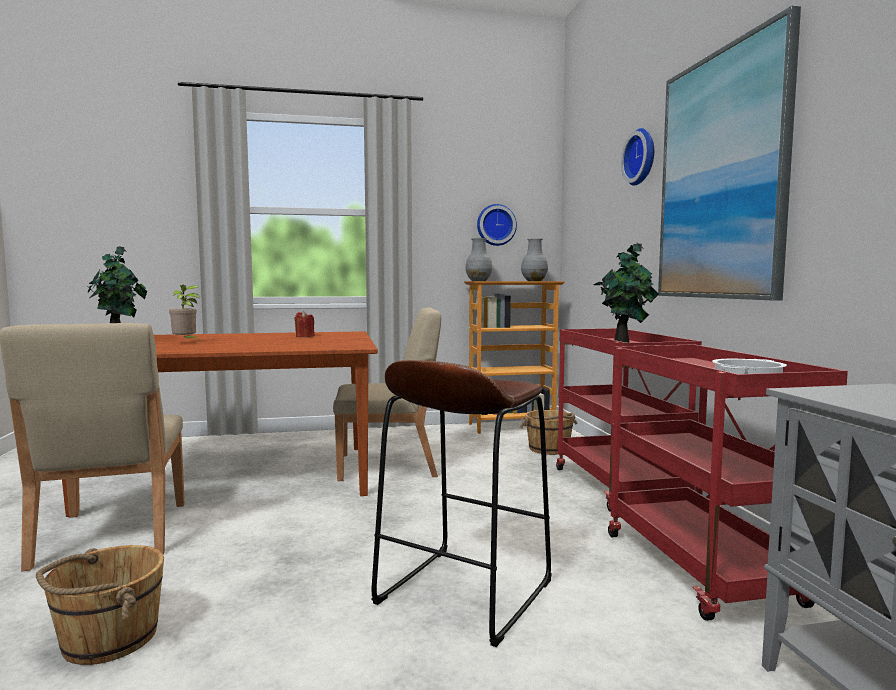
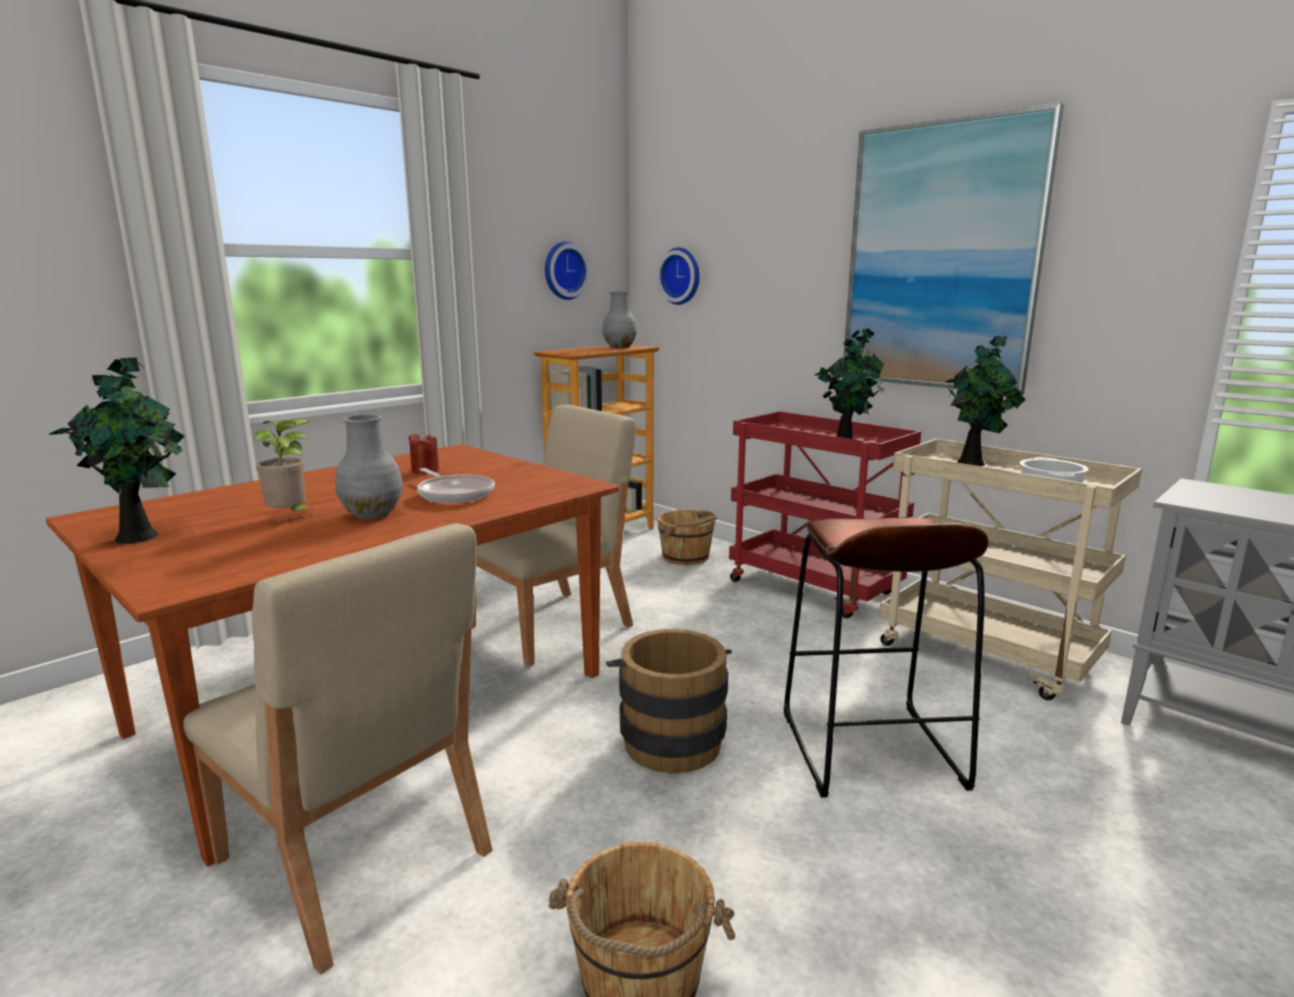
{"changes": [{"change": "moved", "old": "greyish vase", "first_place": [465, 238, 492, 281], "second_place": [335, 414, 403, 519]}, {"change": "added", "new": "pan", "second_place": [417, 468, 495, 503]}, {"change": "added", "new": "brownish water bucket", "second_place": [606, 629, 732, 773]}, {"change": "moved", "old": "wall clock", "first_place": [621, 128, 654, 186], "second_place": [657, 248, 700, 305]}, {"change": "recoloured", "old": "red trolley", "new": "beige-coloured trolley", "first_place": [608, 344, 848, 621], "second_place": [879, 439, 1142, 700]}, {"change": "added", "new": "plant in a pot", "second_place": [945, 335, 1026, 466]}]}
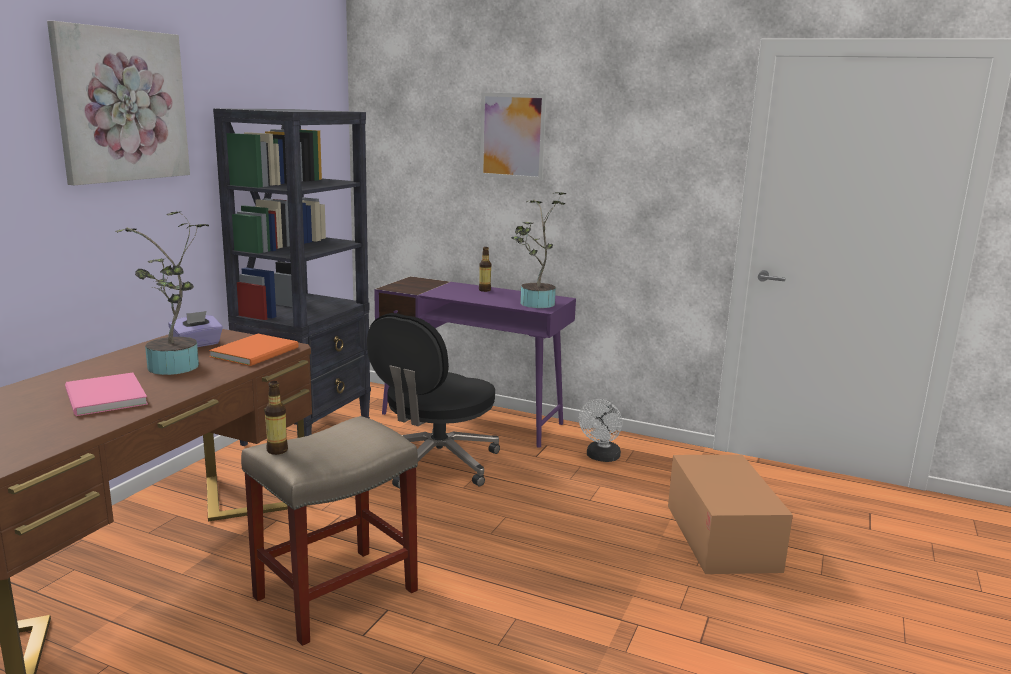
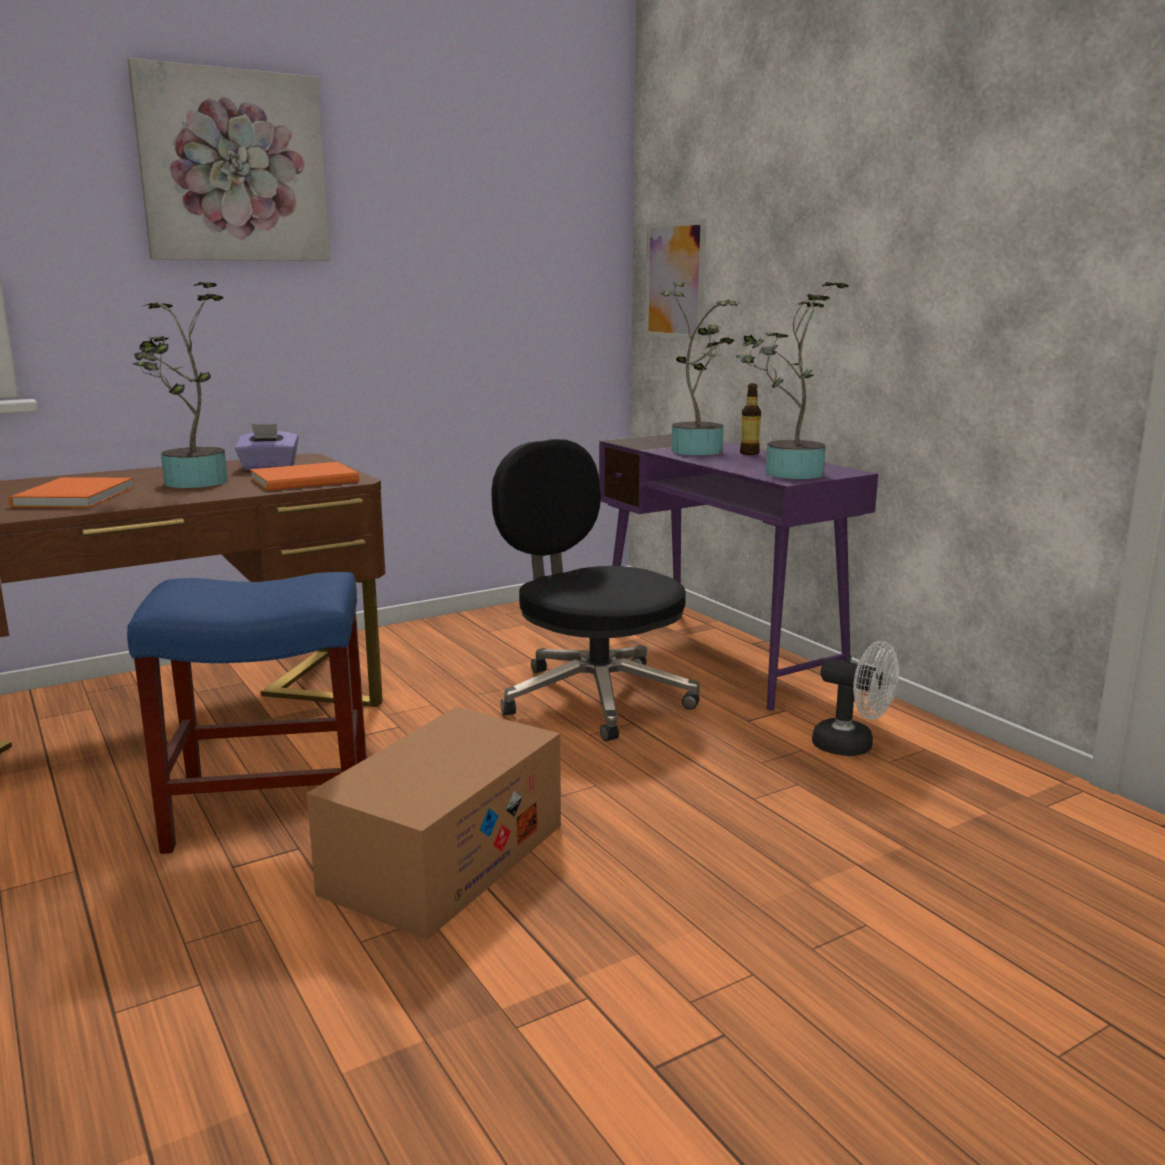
{"changes": [{"change": "recoloured", "old": "pink bound book", "new": "orange bound book", "first_place": [65, 372, 148, 416], "second_place": [8, 477, 134, 508]}, {"change": "recoloured", "old": "beige-coloured sitting stool", "new": "blue sitting stool", "first_place": [241, 416, 418, 646], "second_place": [127, 572, 367, 854]}, {"change": "moved", "old": "packing box", "first_place": [668, 455, 793, 574], "second_place": [307, 707, 561, 940]}, {"change": "turned", "old": "black computer chair", "first_place": [367, 313, 500, 488], "second_place": [491, 439, 700, 741], "degrees": 75}, {"change": "moved", "old": "wall art", "first_place": [480, 93, 547, 181], "second_place": [645, 219, 706, 341]}, {"change": "added", "new": "plant in a pot", "second_place": [660, 281, 740, 455]}, {"change": "turned", "old": "white-coloured fan", "first_place": [579, 399, 622, 462], "second_place": [812, 641, 899, 756], "degrees": -120}, {"change": "removed", "old": "black shelving unit", "first_place": [213, 108, 371, 446]}, {"change": "removed", "old": "beverage bottle", "first_place": [265, 381, 288, 455]}]}
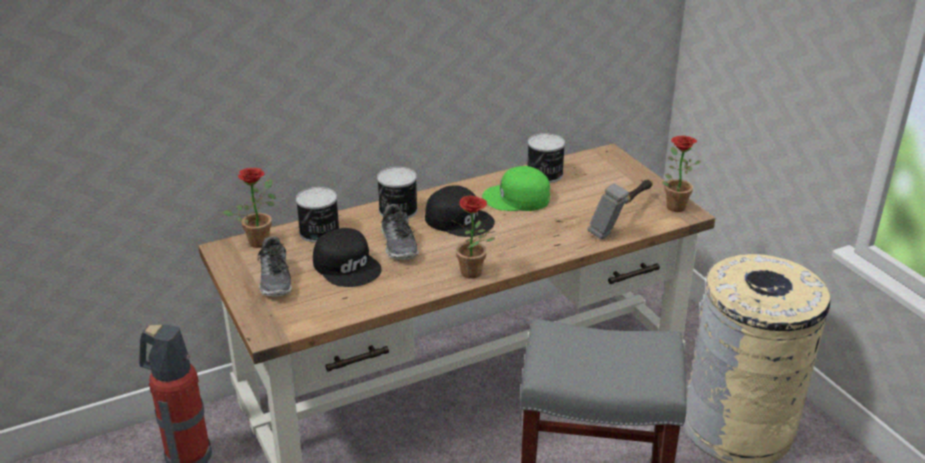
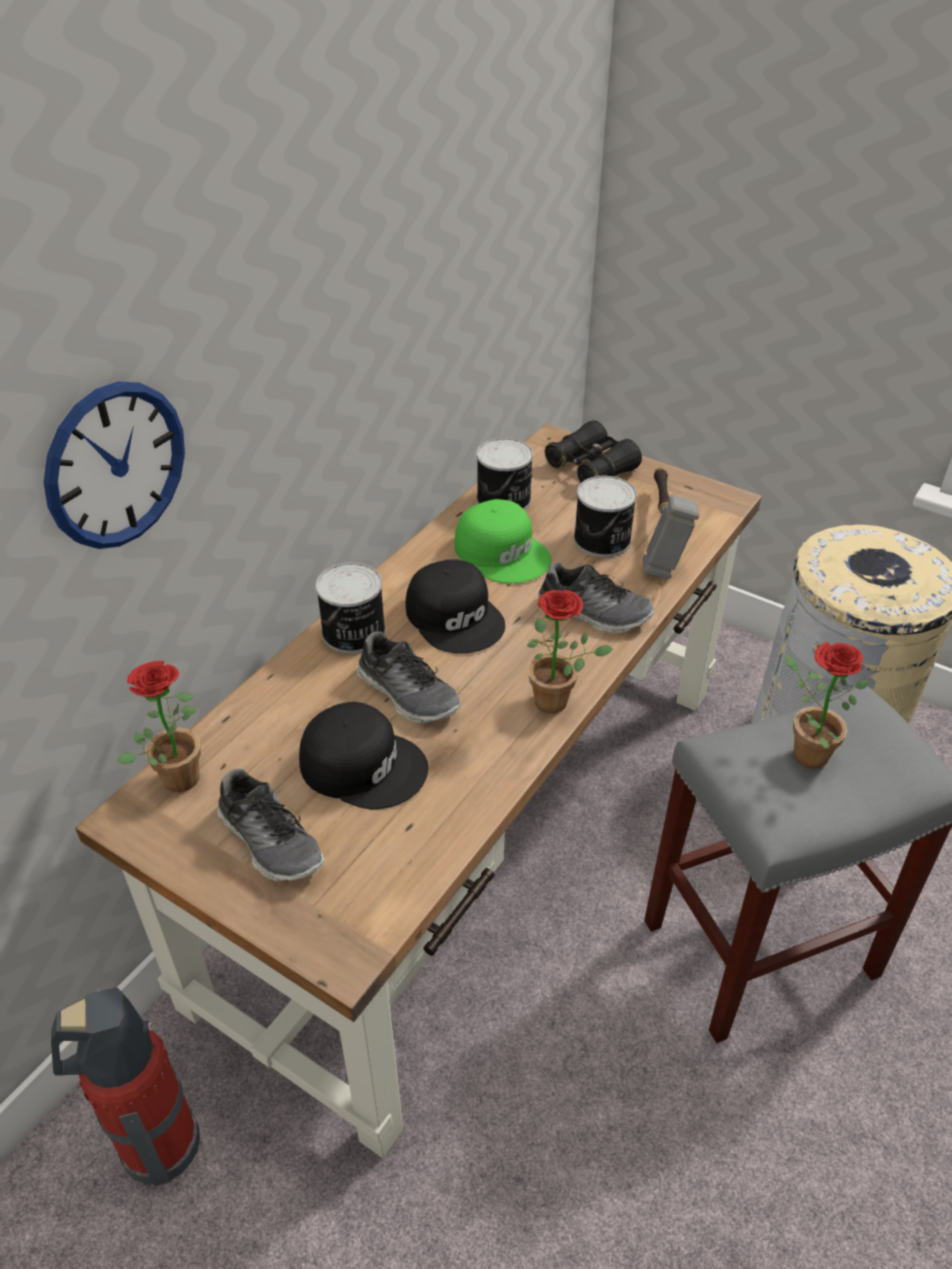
{"changes": [{"change": "added", "new": "wall clock", "second_place": [44, 382, 185, 549]}, {"change": "turned", "old": "black baseball cap", "first_place": [425, 185, 495, 237], "second_place": [405, 559, 505, 654], "degrees": 60}, {"change": "turned", "old": "green baseball cap", "first_place": [482, 166, 550, 211], "second_place": [454, 499, 551, 584], "degrees": -105}, {"change": "added", "new": "item of footwear", "second_place": [537, 562, 654, 633]}, {"change": "added", "new": "black pair of binoculars", "second_place": [545, 420, 642, 483]}, {"change": "moved", "old": "can", "first_place": [296, 187, 340, 243], "second_place": [574, 476, 637, 557]}, {"change": "moved", "old": "plant in a pot", "first_place": [662, 136, 701, 212], "second_place": [785, 642, 869, 769]}]}
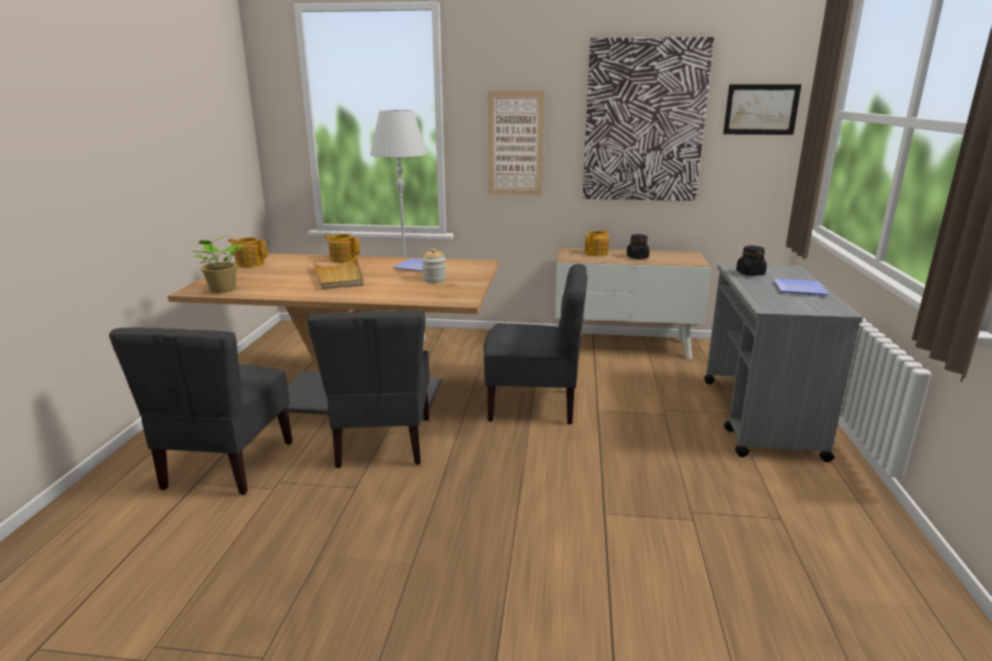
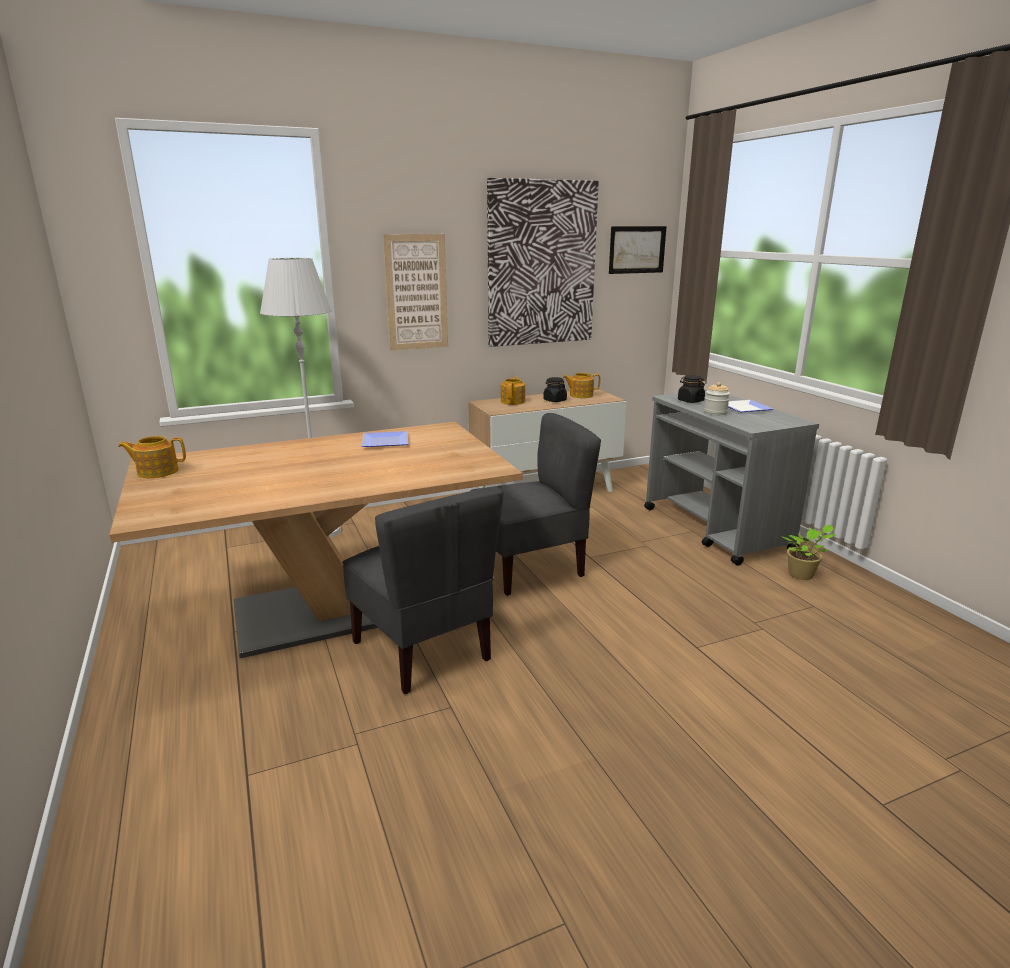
{"changes": [{"change": "moved", "old": "teapot", "first_place": [324, 234, 360, 263], "second_place": [563, 373, 600, 398]}, {"change": "moved", "old": "jar", "first_place": [422, 248, 446, 283], "second_place": [704, 382, 730, 415]}, {"change": "moved", "old": "plant in a pot", "first_place": [193, 236, 243, 293], "second_place": [782, 525, 836, 580]}, {"change": "removed", "old": "greyish chair", "first_place": [109, 328, 293, 495]}, {"change": "removed", "old": "beige-coloured carrying tray", "first_place": [313, 258, 364, 289]}]}
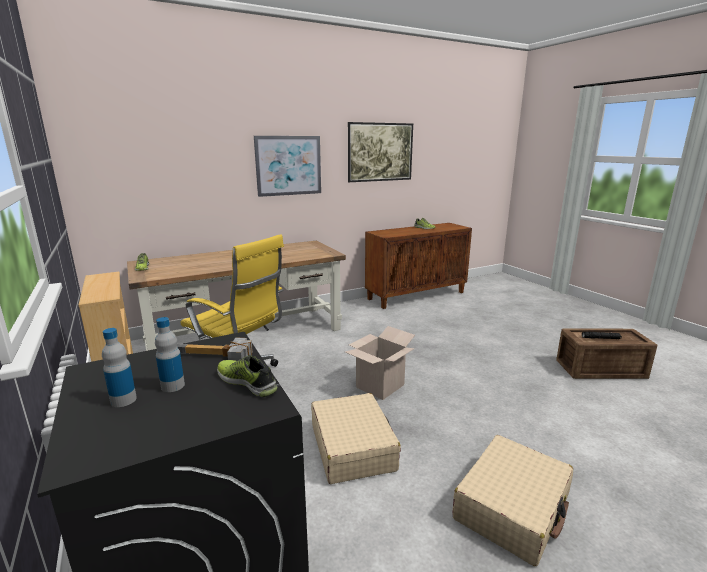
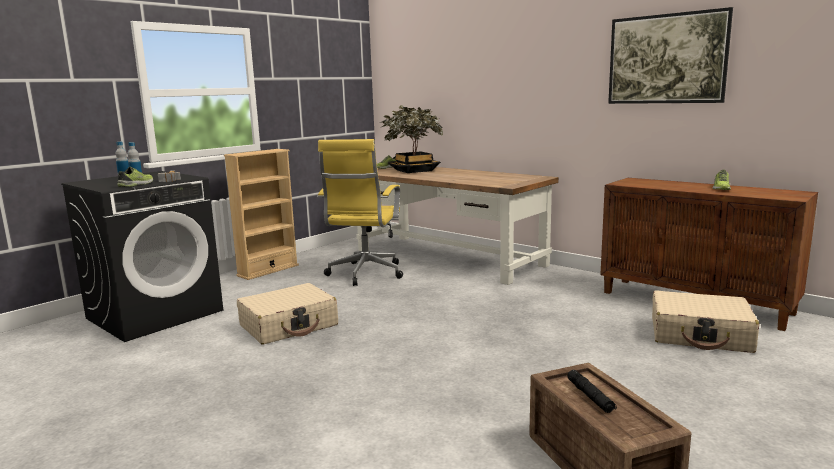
{"changes": [{"change": "added", "new": "plant in a pot", "second_place": [382, 105, 444, 173]}, {"change": "moved", "old": "beige-coloured suitcase", "first_place": [452, 435, 573, 566], "second_place": [652, 290, 759, 353]}, {"change": "removed", "old": "wall art", "first_place": [254, 136, 321, 197]}, {"change": "removed", "old": "packing box", "first_place": [345, 326, 415, 400]}]}
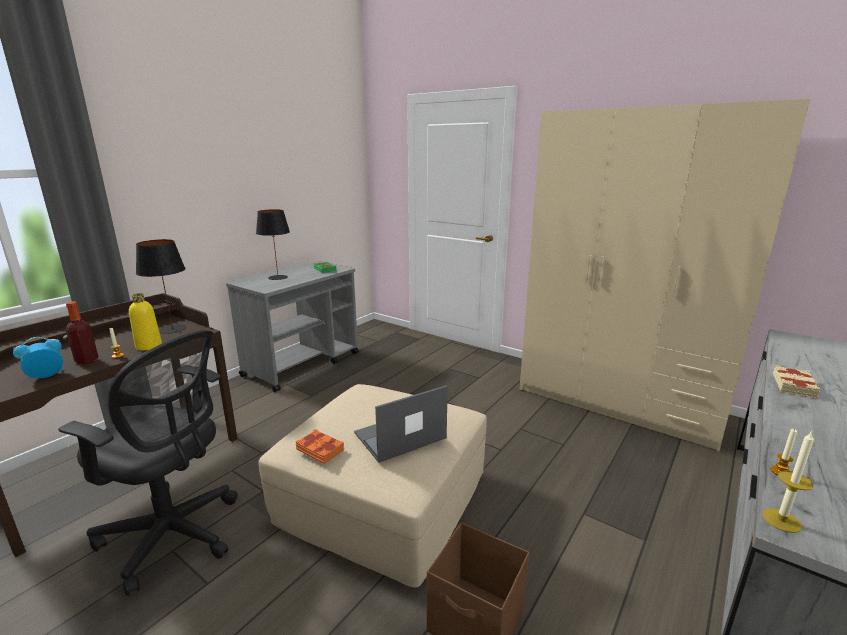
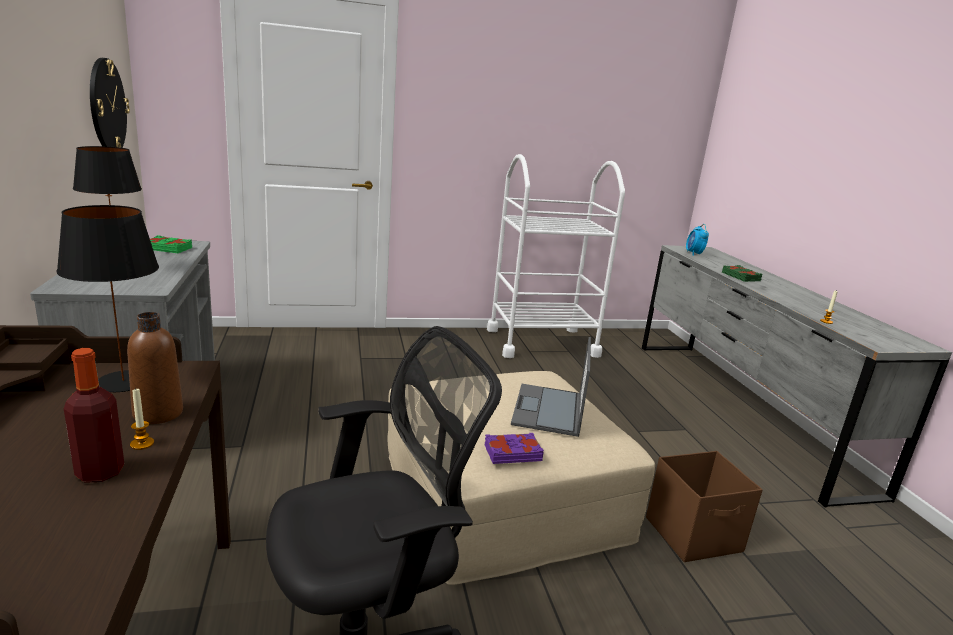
{"changes": [{"change": "added", "new": "wall clock", "second_place": [90, 58, 130, 148]}, {"change": "recoloured", "old": "yellow-coloured beverage bottle", "new": "brownish beverage bottle", "first_place": [129, 293, 162, 350], "second_place": [127, 312, 183, 424]}, {"change": "recoloured", "old": "orange bound book", "new": "purple-coloured bound book", "first_place": [296, 429, 344, 464], "second_place": [485, 433, 544, 464]}, {"change": "replaced", "old": "beige-coloured armoire", "new": "white-coloured trolley", "first_place": [519, 99, 810, 451], "second_place": [487, 154, 625, 358]}, {"change": "moved", "old": "table clock", "first_place": [13, 337, 64, 378], "second_place": [686, 224, 709, 256]}, {"change": "recoloured", "old": "beige-coloured bound book", "new": "green bound book", "first_place": [773, 365, 820, 398], "second_place": [722, 265, 763, 282]}, {"change": "removed", "old": "candle", "first_place": [762, 431, 814, 533]}]}
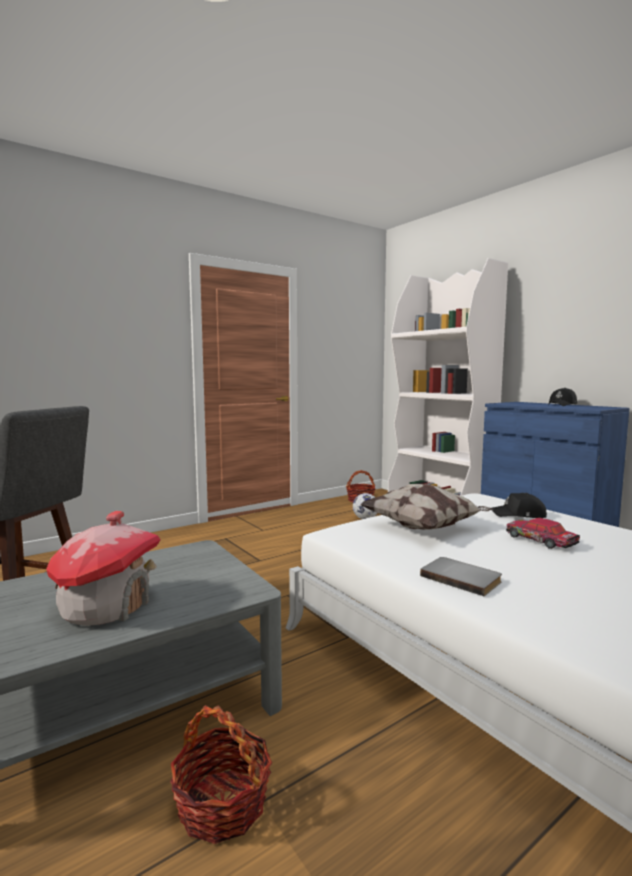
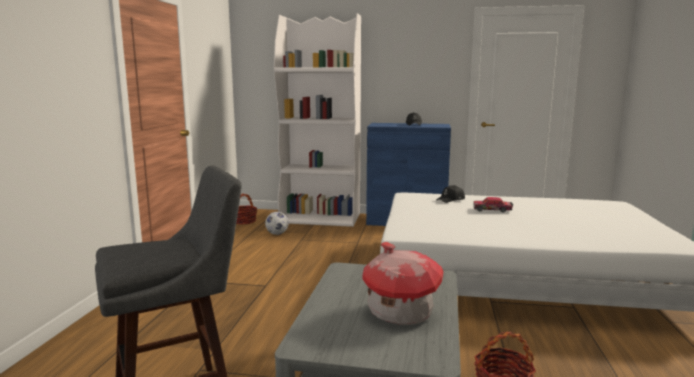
{"changes": [{"change": "removed", "old": "throw pillow", "first_place": [360, 484, 493, 530]}, {"change": "removed", "old": "greyish bound book", "first_place": [420, 557, 502, 596]}]}
